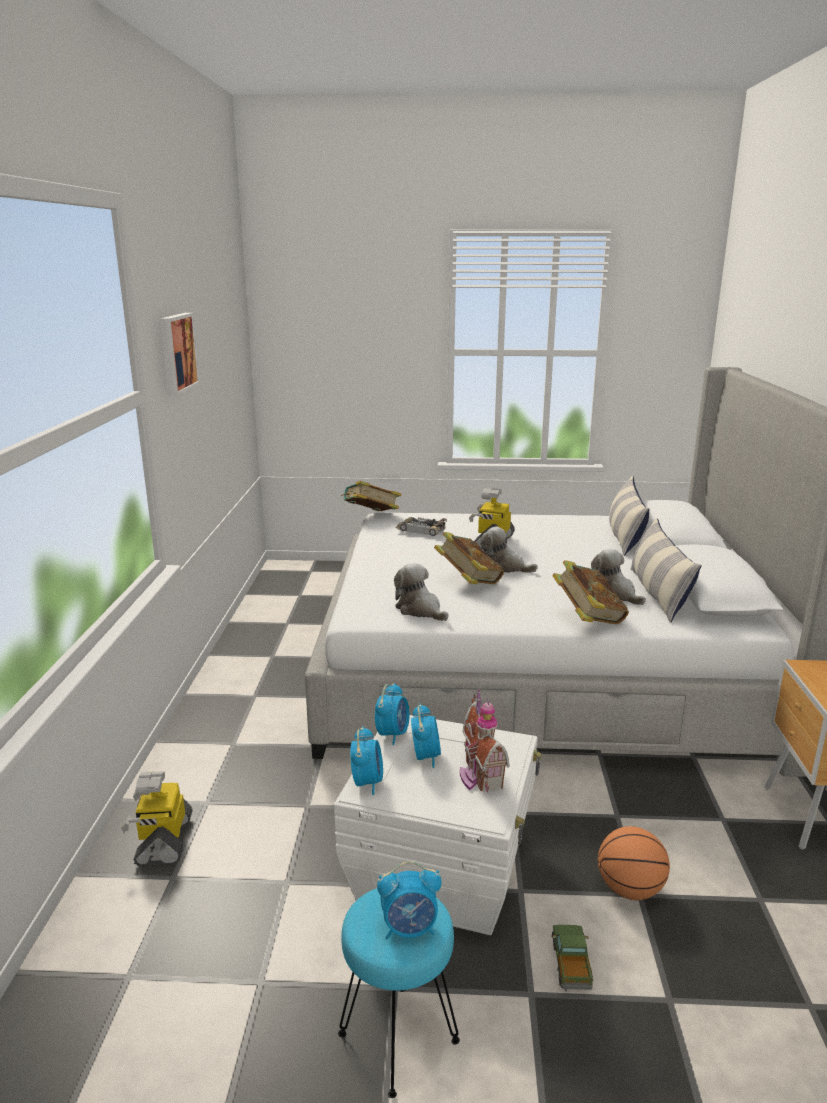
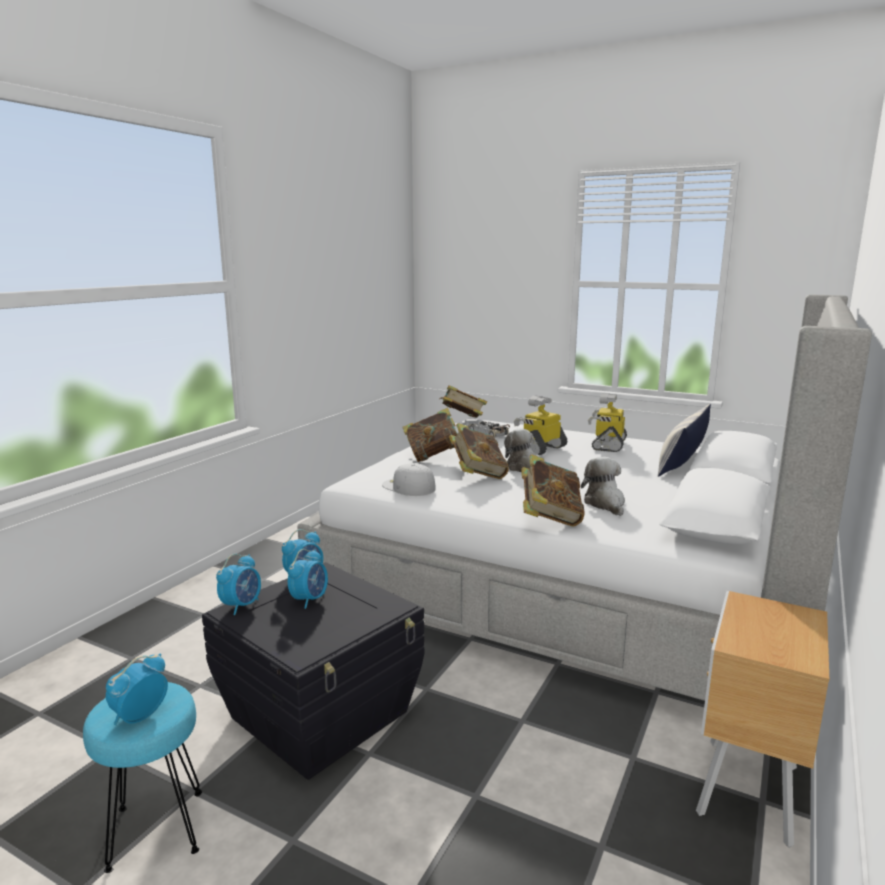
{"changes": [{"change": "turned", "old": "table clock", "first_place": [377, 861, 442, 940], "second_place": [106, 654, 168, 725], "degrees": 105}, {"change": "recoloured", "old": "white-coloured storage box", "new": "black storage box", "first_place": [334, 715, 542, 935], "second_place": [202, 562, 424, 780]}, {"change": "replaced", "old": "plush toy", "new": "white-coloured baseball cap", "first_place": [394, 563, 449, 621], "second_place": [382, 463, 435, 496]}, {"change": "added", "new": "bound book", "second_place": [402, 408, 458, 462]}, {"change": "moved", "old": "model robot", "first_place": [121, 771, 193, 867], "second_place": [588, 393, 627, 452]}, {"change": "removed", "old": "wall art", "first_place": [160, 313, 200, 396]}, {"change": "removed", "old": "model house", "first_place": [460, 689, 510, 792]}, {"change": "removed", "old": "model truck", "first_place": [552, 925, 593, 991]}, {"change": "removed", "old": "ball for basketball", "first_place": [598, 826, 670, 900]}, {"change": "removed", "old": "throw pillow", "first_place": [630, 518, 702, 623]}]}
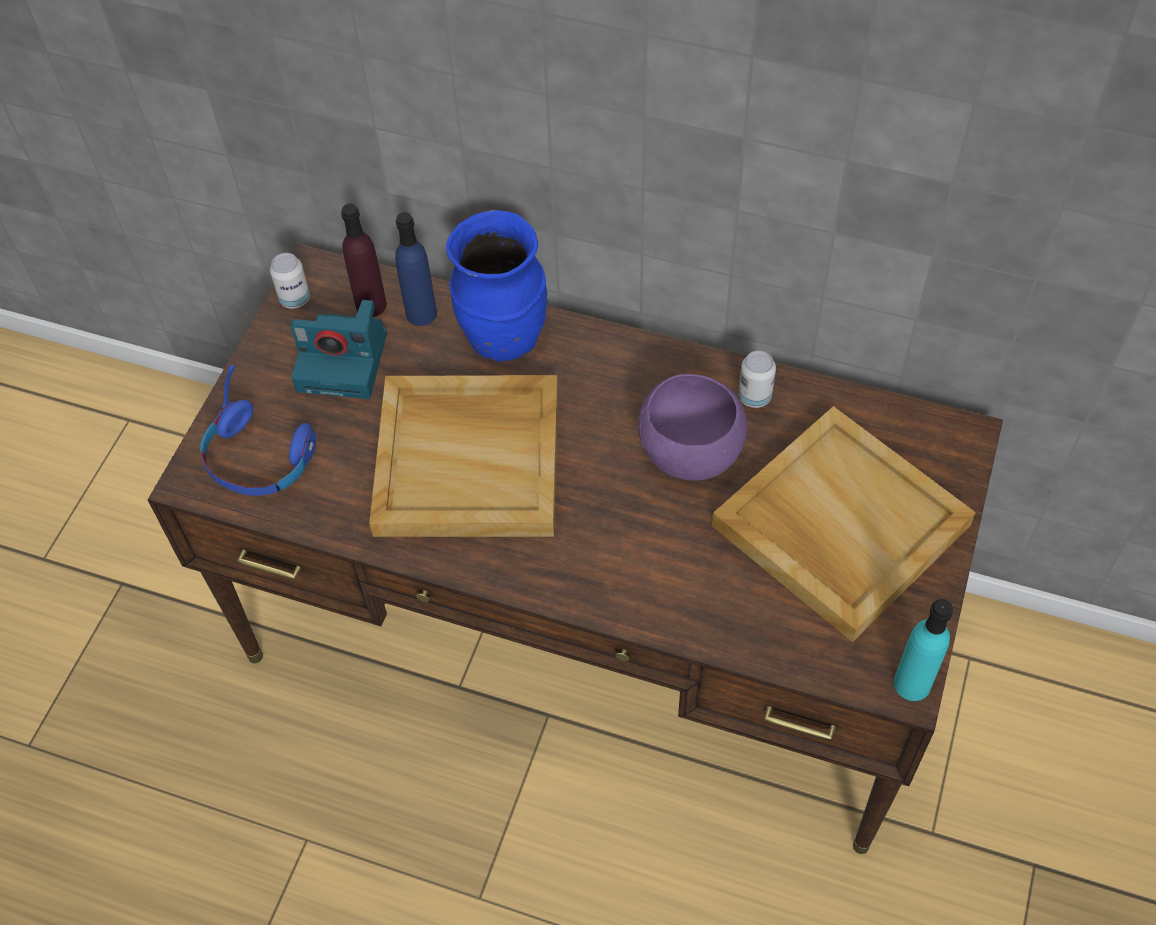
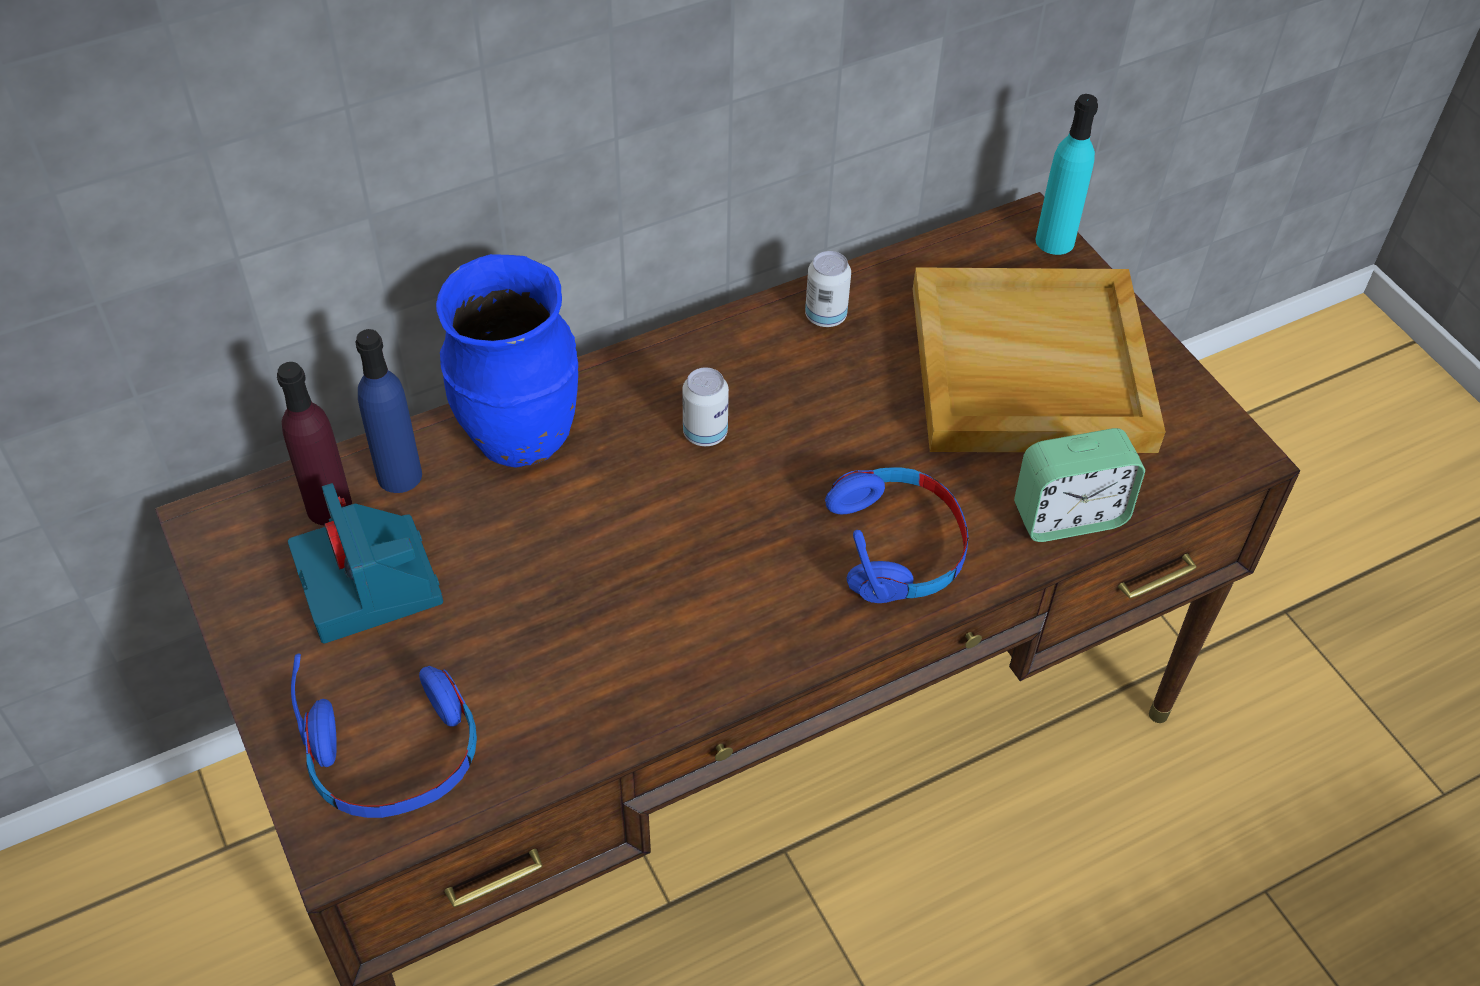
{"changes": [{"change": "turned", "old": "still camera", "first_place": [291, 300, 387, 399], "second_place": [288, 483, 443, 643], "degrees": 105}, {"change": "moved", "old": "can", "first_place": [270, 253, 310, 309], "second_place": [682, 368, 729, 446]}, {"change": "added", "new": "blue headset", "second_place": [825, 467, 969, 603]}, {"change": "added", "new": "table clock", "second_place": [1014, 428, 1145, 542]}, {"change": "moved", "old": "blue-green beverage bottle", "first_place": [894, 599, 953, 701], "second_place": [1036, 94, 1098, 255]}, {"change": "removed", "old": "beige-coloured carrying tray", "first_place": [369, 375, 558, 537]}, {"change": "removed", "old": "purple-coloured bowl", "first_place": [638, 374, 747, 481]}]}
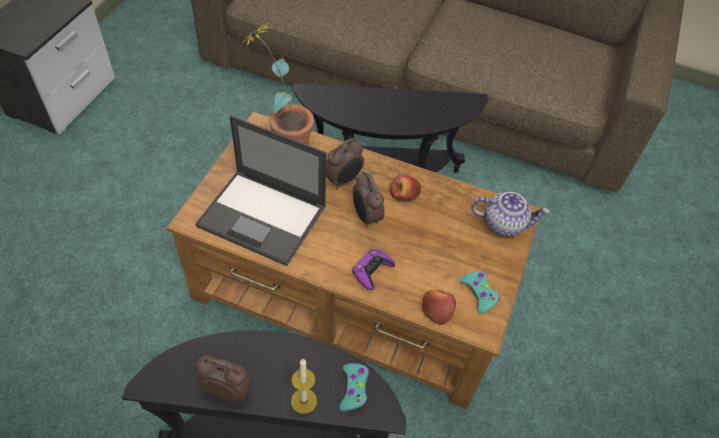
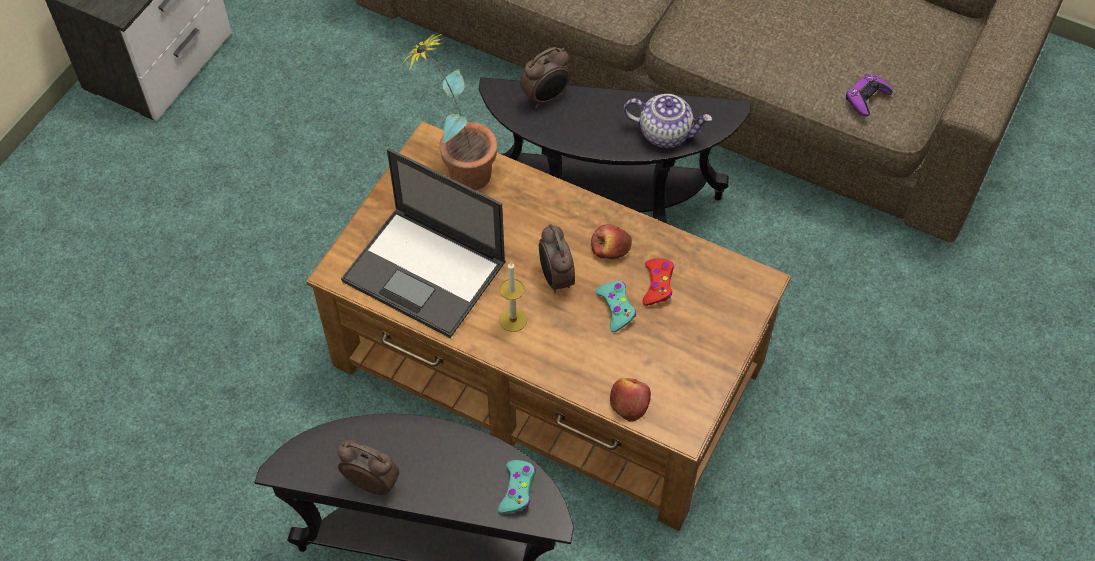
{"changes": [{"change": "moved", "old": "candle", "first_place": [291, 359, 317, 414], "second_place": [499, 262, 527, 332]}, {"change": "moved", "old": "table clock", "first_place": [326, 138, 364, 190], "second_place": [520, 47, 571, 108]}, {"change": "moved", "old": "blue-green game controller", "first_place": [460, 271, 500, 314], "second_place": [595, 281, 636, 332]}, {"change": "moved", "old": "teapot", "first_place": [471, 192, 550, 237], "second_place": [623, 94, 712, 148]}, {"change": "added", "new": "red game controller", "second_place": [642, 258, 674, 306]}, {"change": "moved", "old": "purple-coloured game controller", "first_place": [352, 249, 395, 290], "second_place": [846, 74, 893, 117]}]}
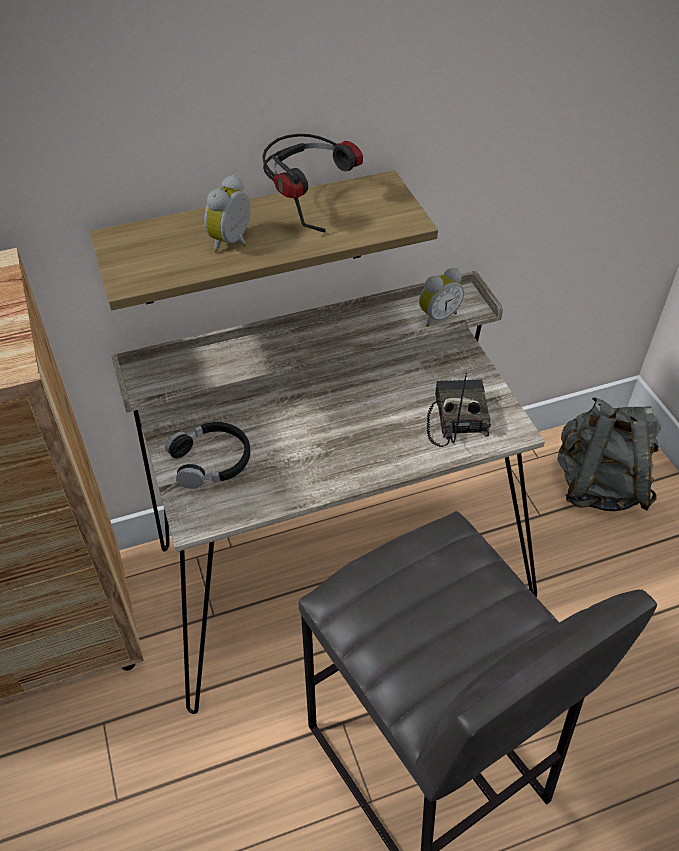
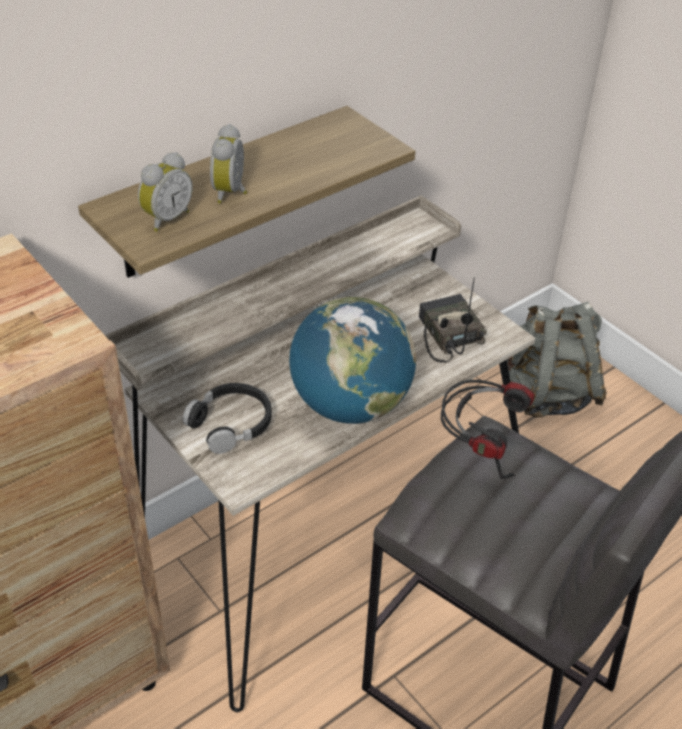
{"changes": [{"change": "moved", "old": "table clock", "first_place": [419, 268, 464, 327], "second_place": [138, 152, 193, 232]}, {"change": "added", "new": "desk globe", "second_place": [289, 297, 416, 424]}, {"change": "moved", "old": "headset", "first_place": [262, 134, 363, 232], "second_place": [441, 380, 534, 479]}]}
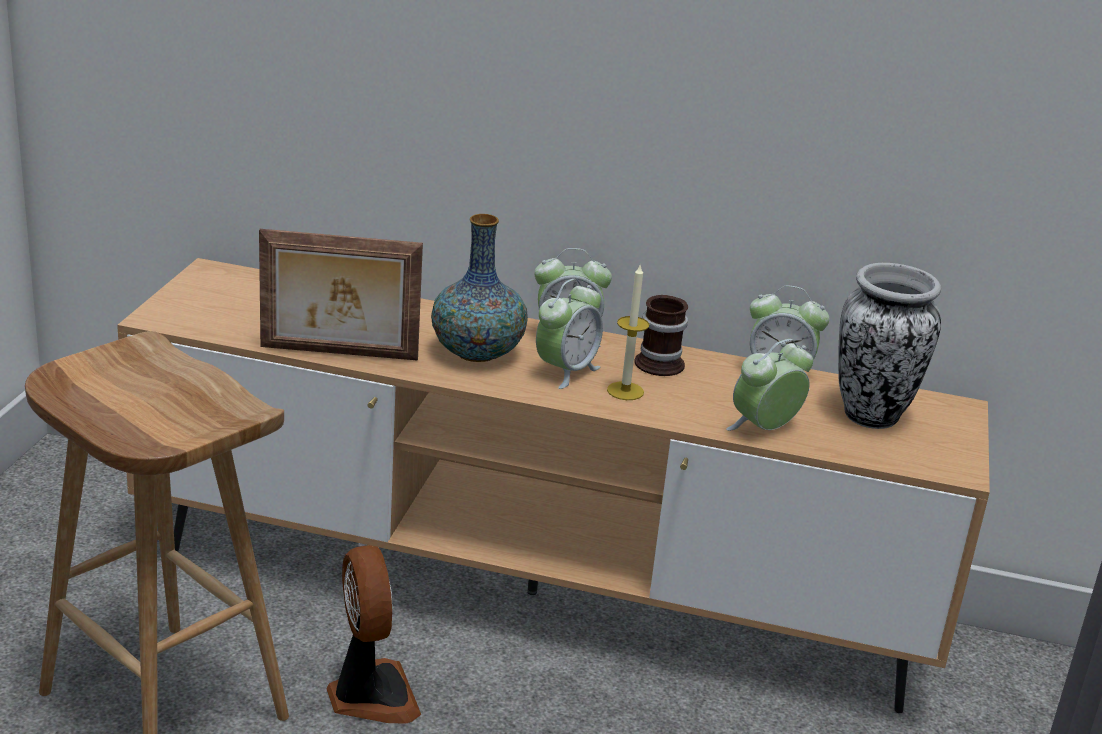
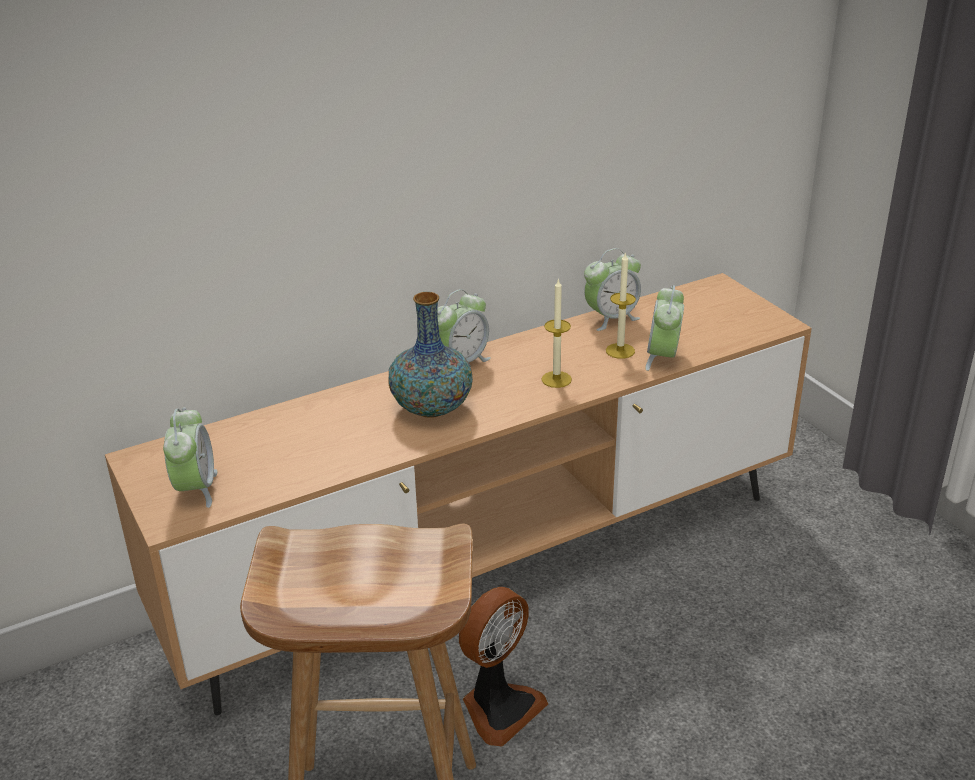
{"changes": [{"change": "moved", "old": "table clock", "first_place": [536, 279, 603, 389], "second_place": [163, 407, 218, 508]}, {"change": "turned", "old": "fan", "first_place": [326, 545, 421, 724], "second_place": [459, 587, 548, 747], "degrees": 105}, {"change": "added", "new": "candle", "second_place": [606, 252, 636, 359]}, {"change": "removed", "old": "picture frame", "first_place": [259, 229, 423, 361]}, {"change": "removed", "old": "tea mug", "first_place": [634, 295, 688, 376]}, {"change": "removed", "old": "vase", "first_place": [838, 263, 941, 429]}]}
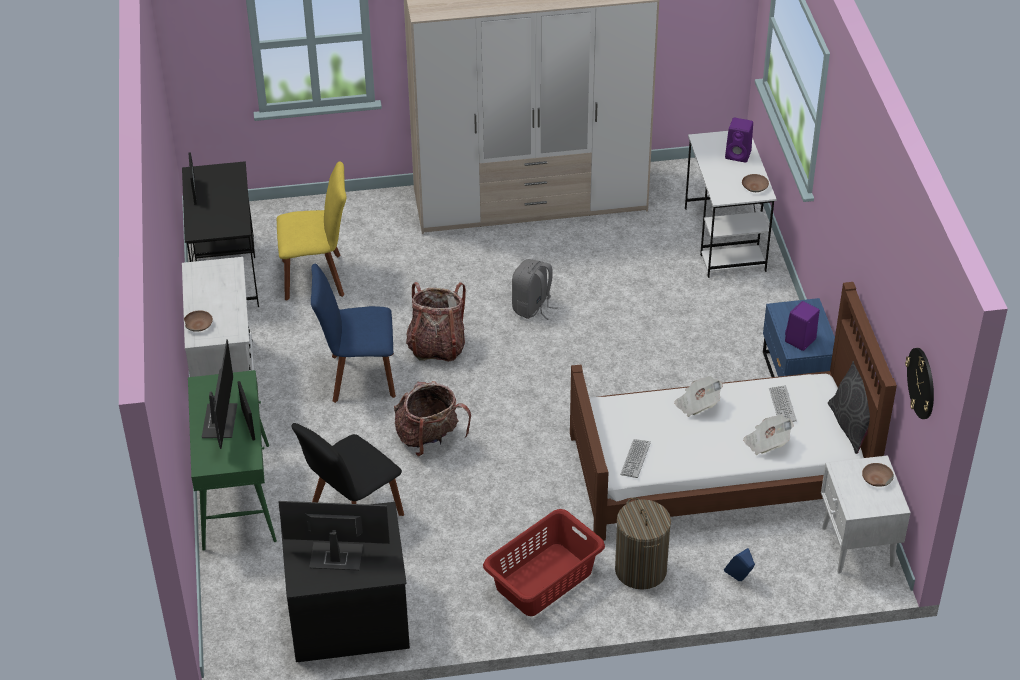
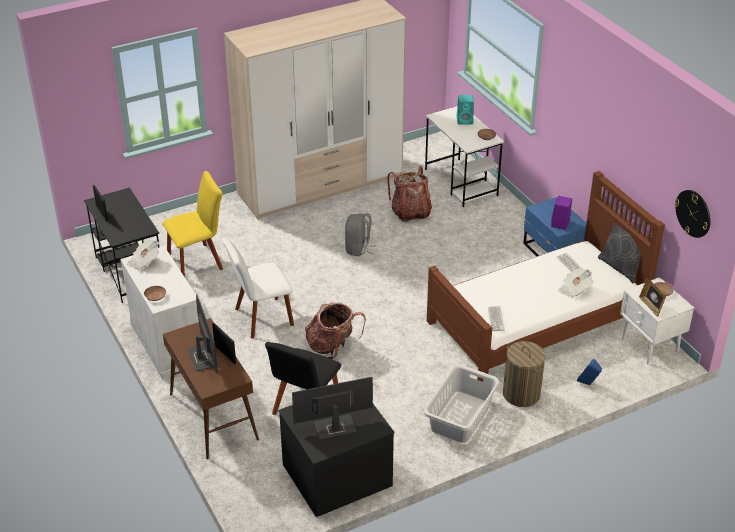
{"changes": [{"change": "moved", "old": "daily paper", "first_place": [674, 376, 723, 417], "second_place": [127, 240, 159, 270]}, {"change": "recoloured", "old": "green hall table", "new": "brownish hall table", "first_place": [188, 370, 277, 551], "second_place": [163, 318, 259, 459]}, {"change": "recoloured", "old": "blue chair", "new": "white-coloured chair", "first_place": [311, 264, 396, 403], "second_place": [222, 238, 294, 339]}, {"change": "moved", "old": "knapsack", "first_place": [406, 282, 466, 362], "second_place": [387, 166, 432, 222]}, {"change": "recoloured", "old": "red laundry basket", "new": "greyish laundry basket", "first_place": [483, 509, 605, 616], "second_place": [424, 365, 500, 443]}, {"change": "recoloured", "old": "purple-coloured speaker", "new": "blue-green speaker", "first_place": [725, 118, 753, 163], "second_place": [457, 95, 474, 125]}, {"change": "added", "new": "picture frame", "second_place": [639, 278, 666, 317]}]}
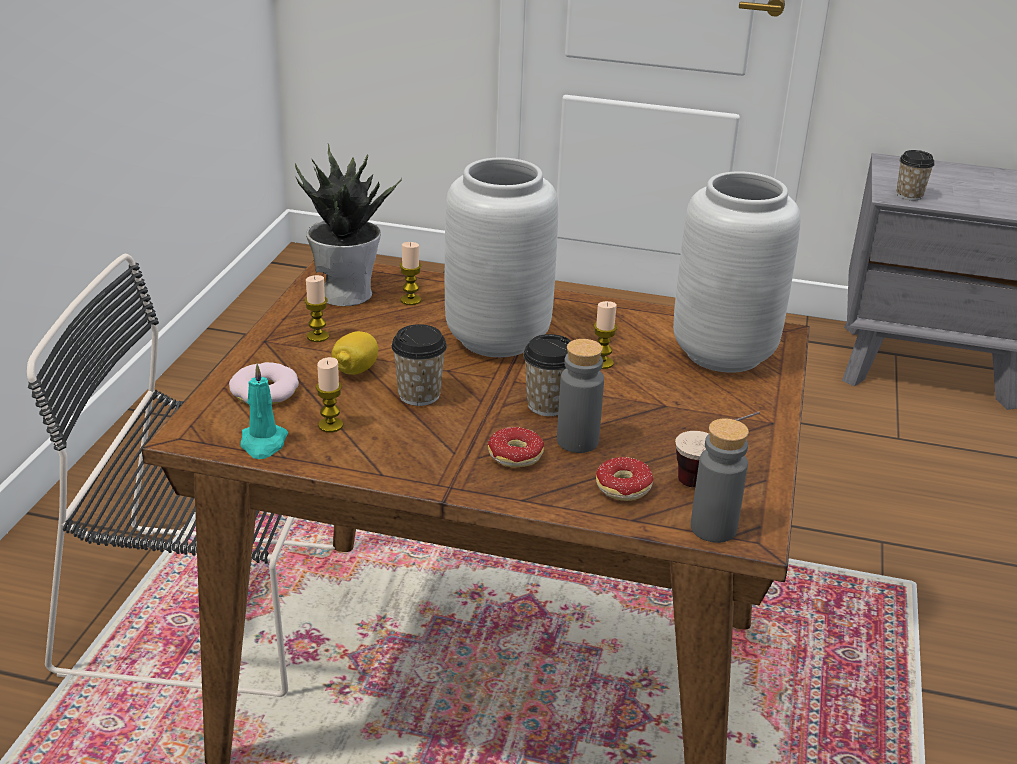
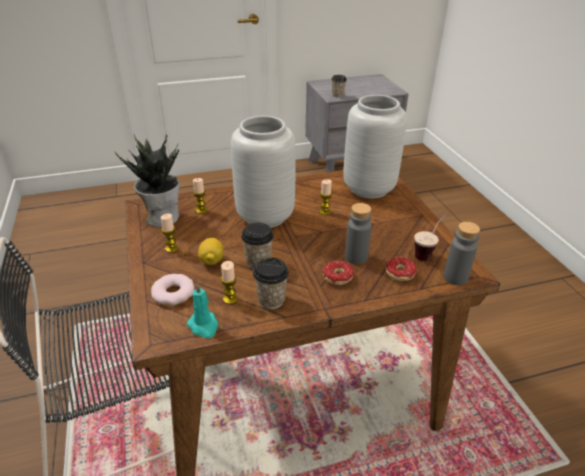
{"changes": [{"change": "moved", "old": "small cup", "first_place": [523, 334, 571, 416], "second_place": [253, 258, 289, 309]}]}
